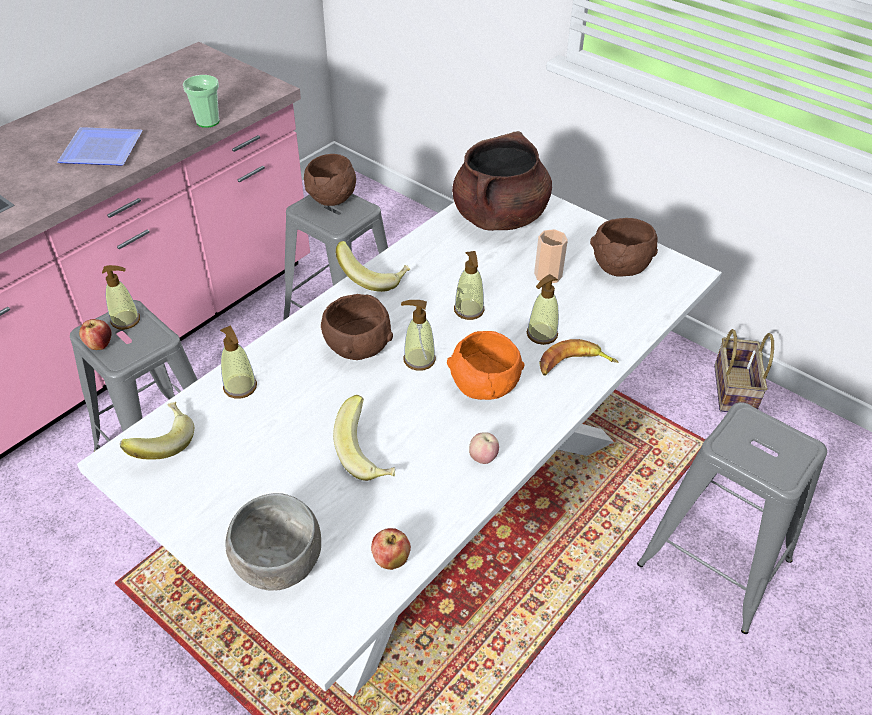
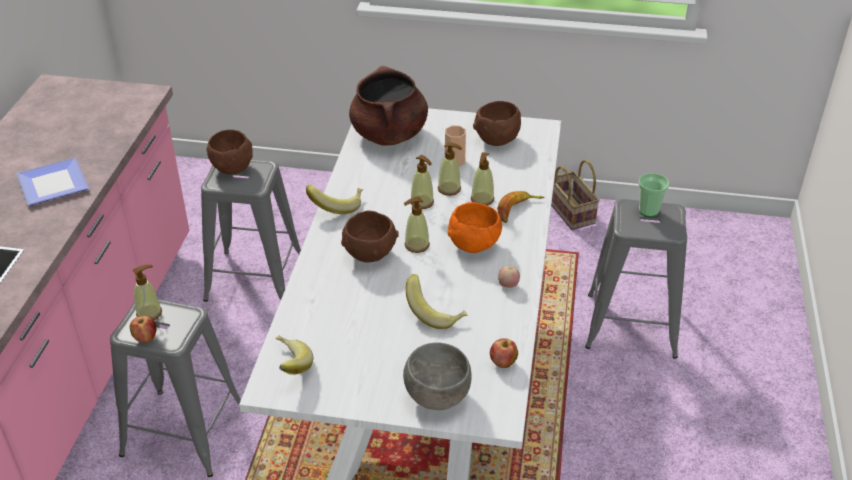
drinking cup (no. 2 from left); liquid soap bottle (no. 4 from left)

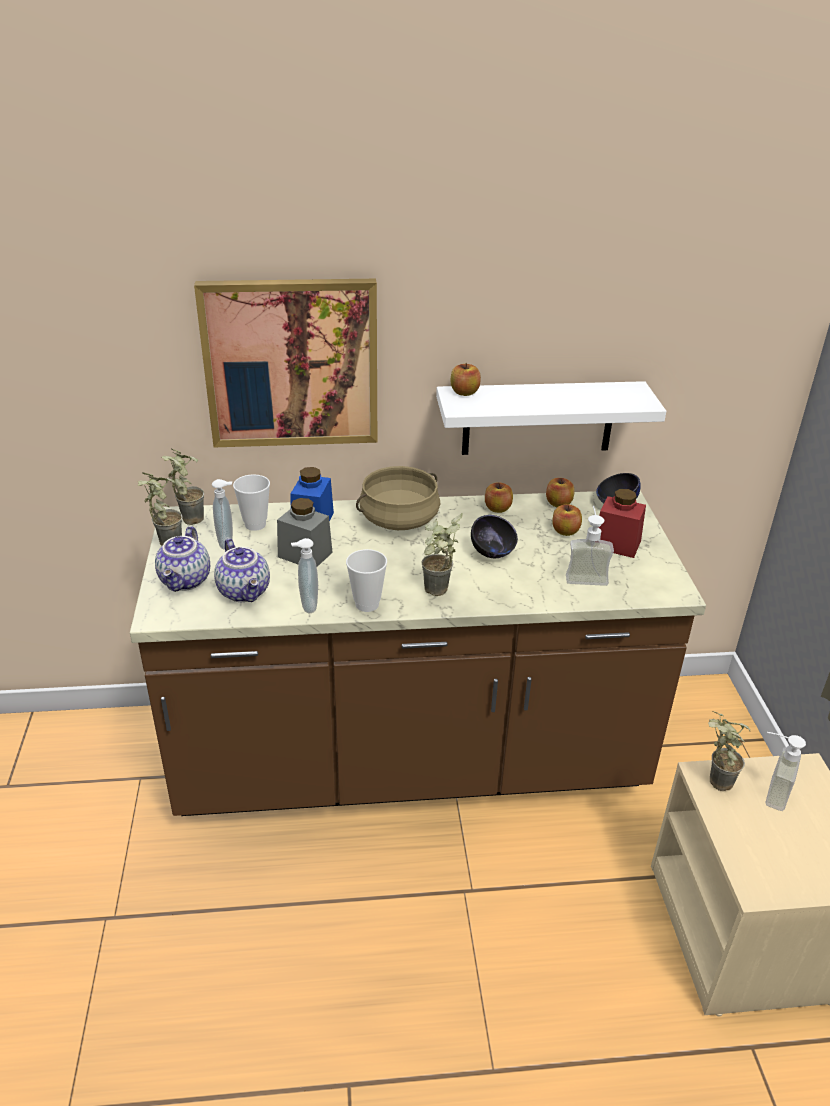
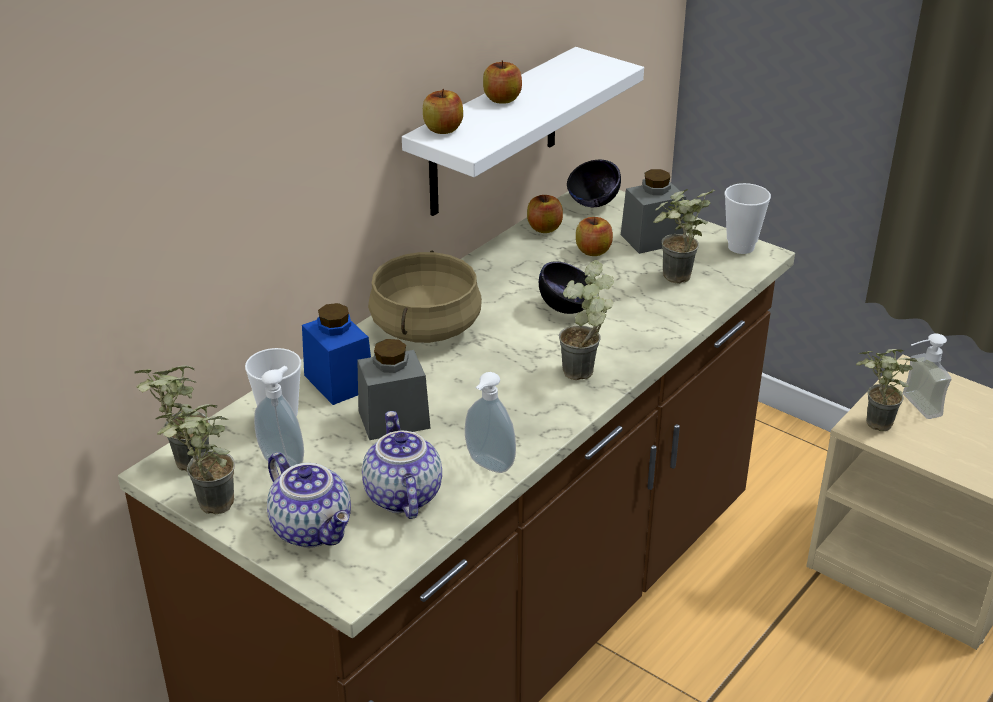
wall art; drinking cup (no. 2 from left); apple (no. 2 from left); plant in a pot (no. 4 from left); grey storage jar (no. 2 from left); pot for tea (no. 2 from left)

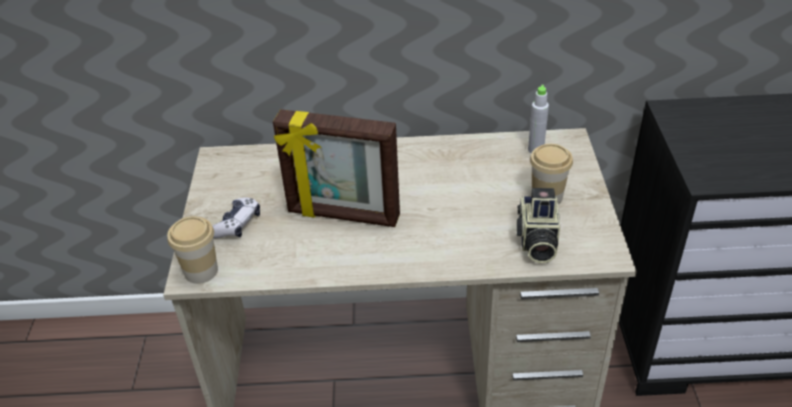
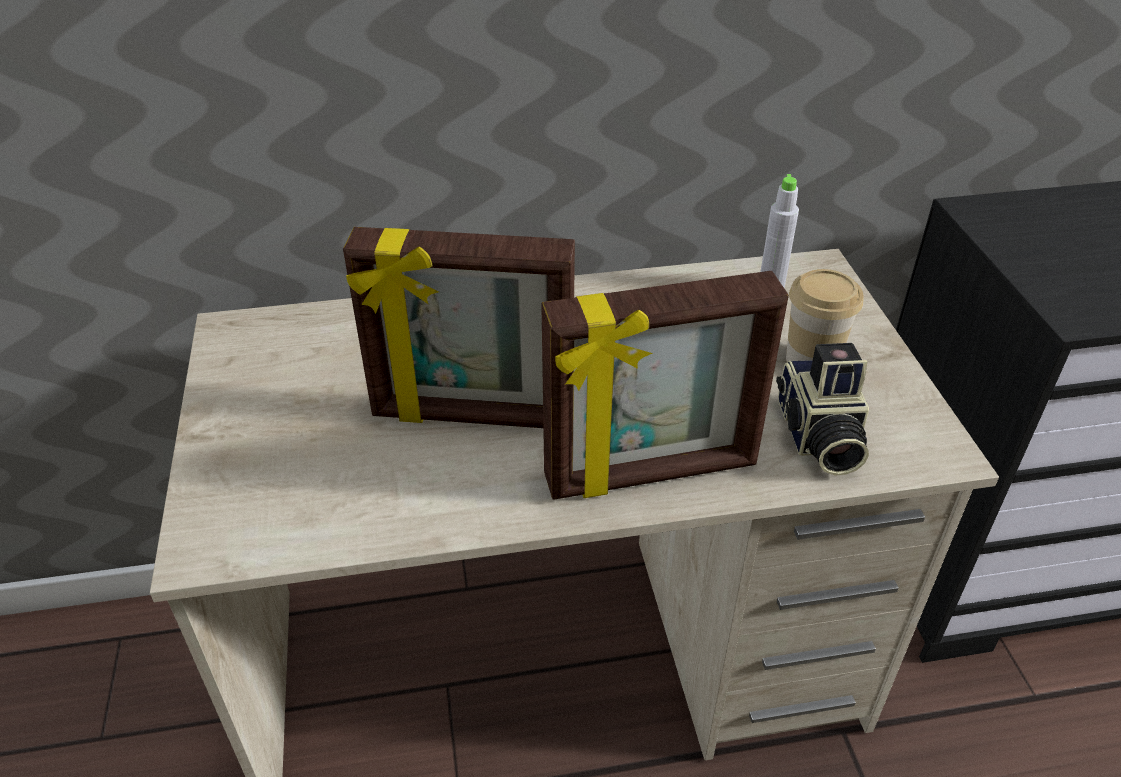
drinking cup (no. 1 from left in the first image); gamepad; standing frame (no. 2 from left)

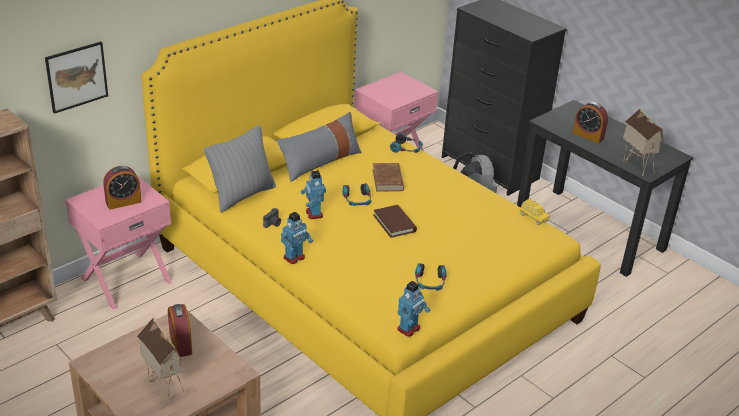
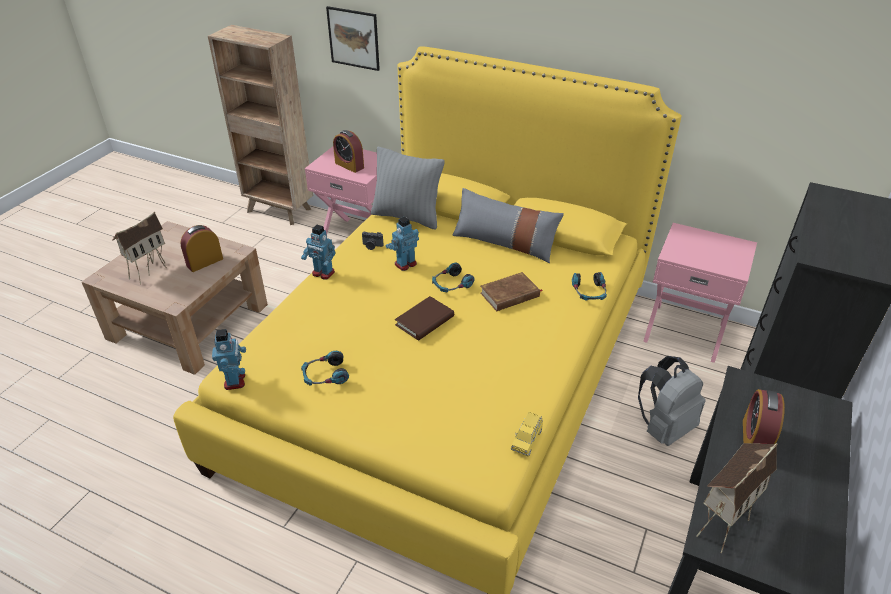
toy robot (no. 1 from left)

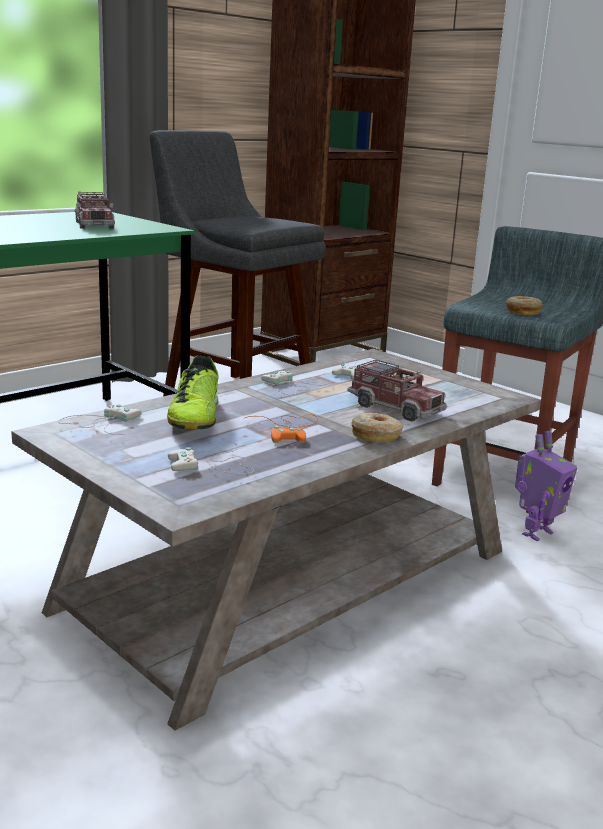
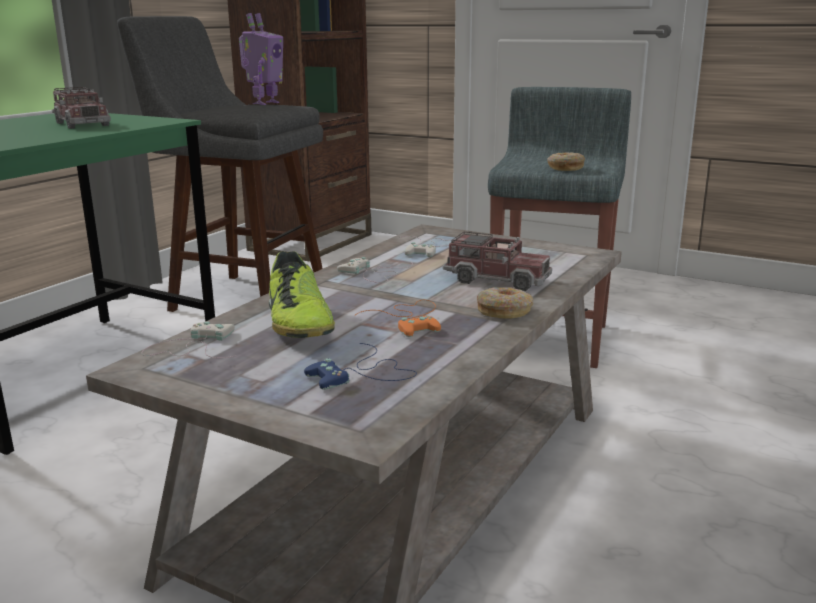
toy robot; blue gamepad

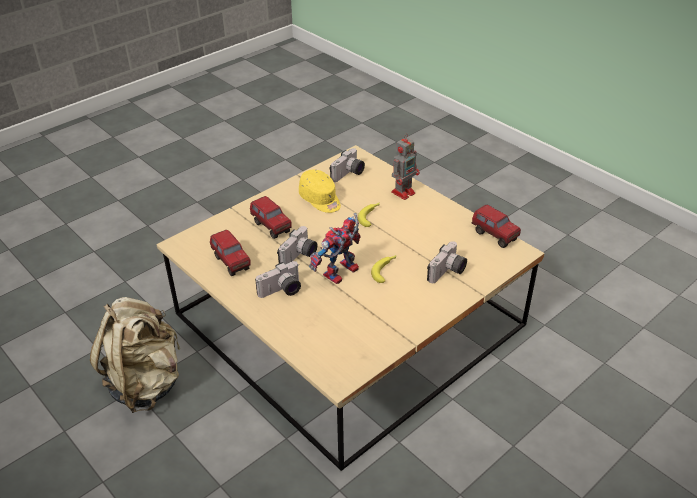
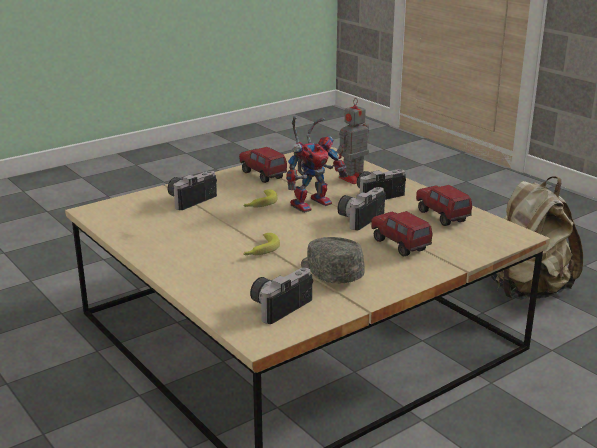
toy robot (no. 2 from left); toy lorry (no. 1 from left); grey peaked cap

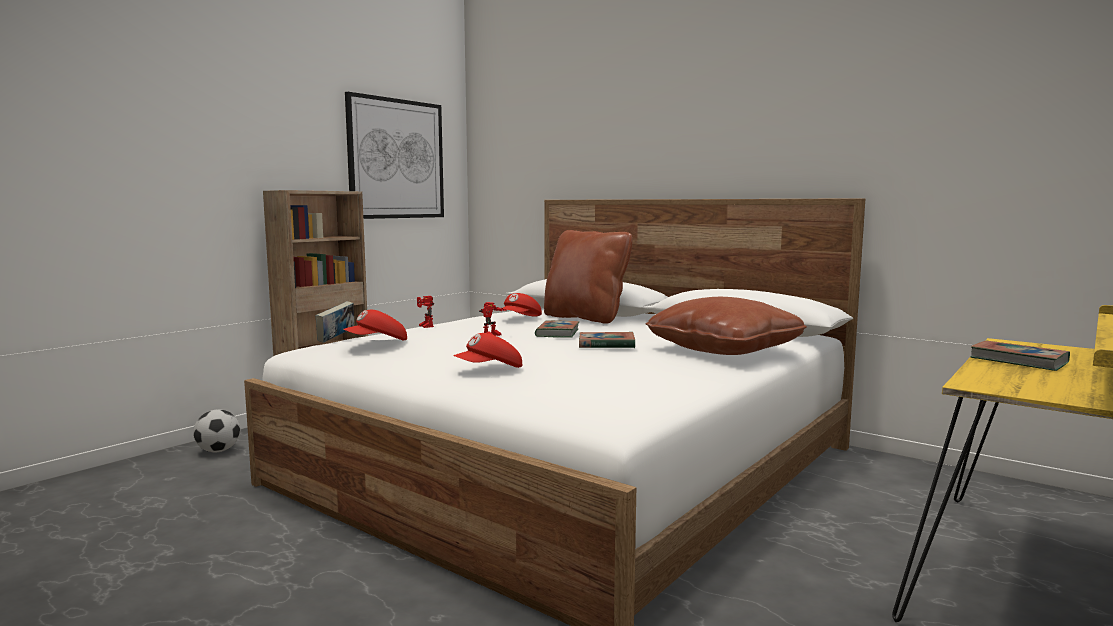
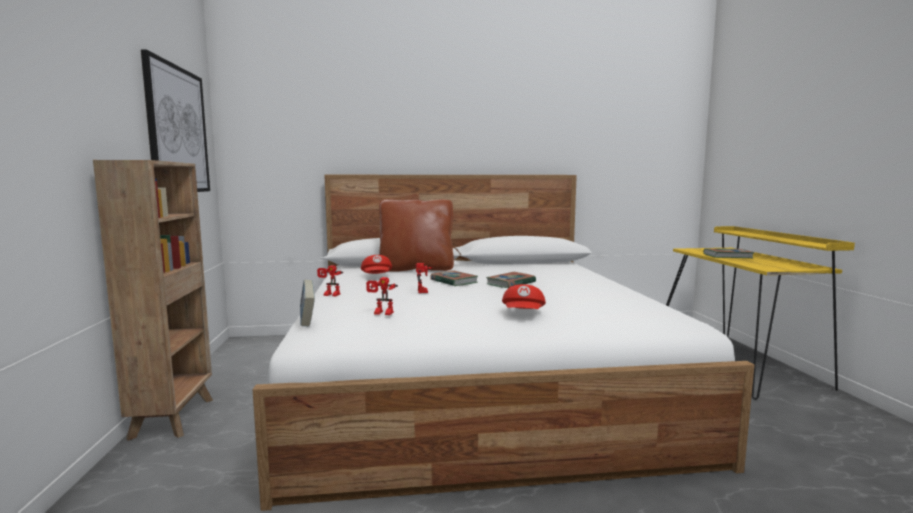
football; brown-coloured cushion (no. 2 from left in the first image); toy robot (no. 2 from left)

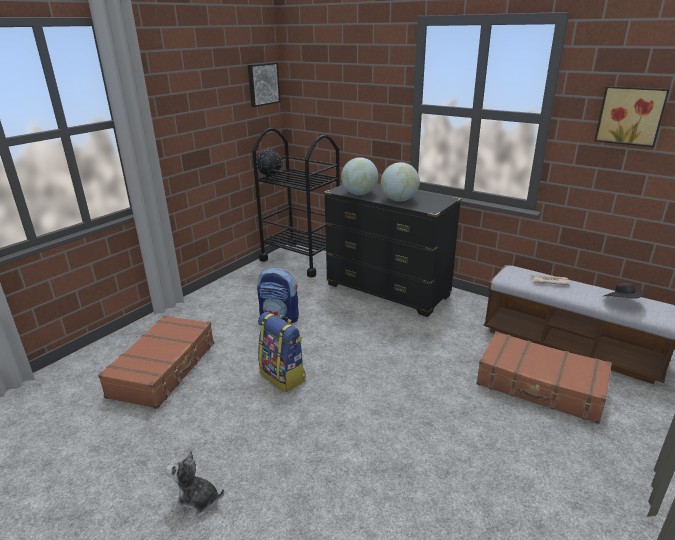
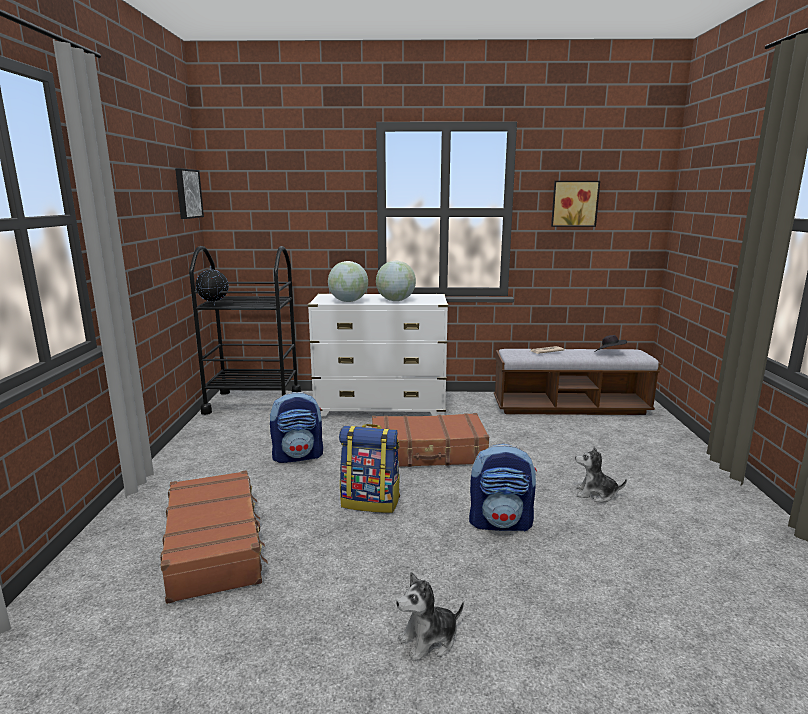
backpack (no. 3 from left); plush toy (no. 2 from left); brown-coloured piece of luggage (no. 2 from left); white chest of drawers

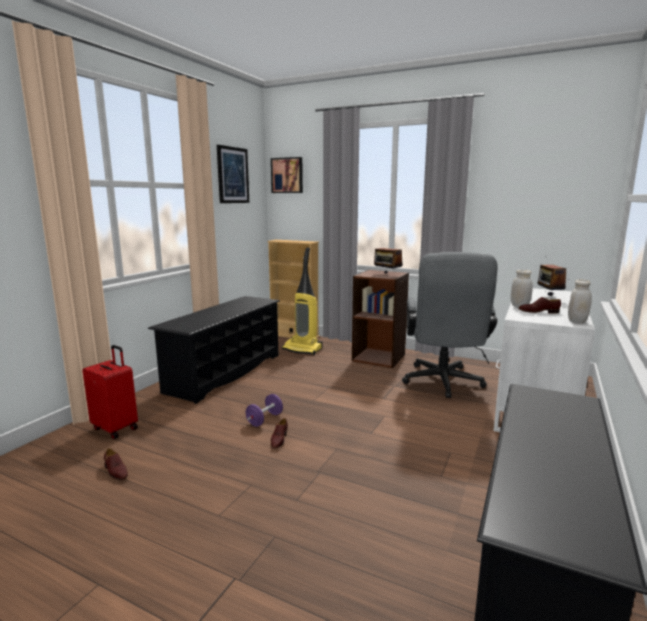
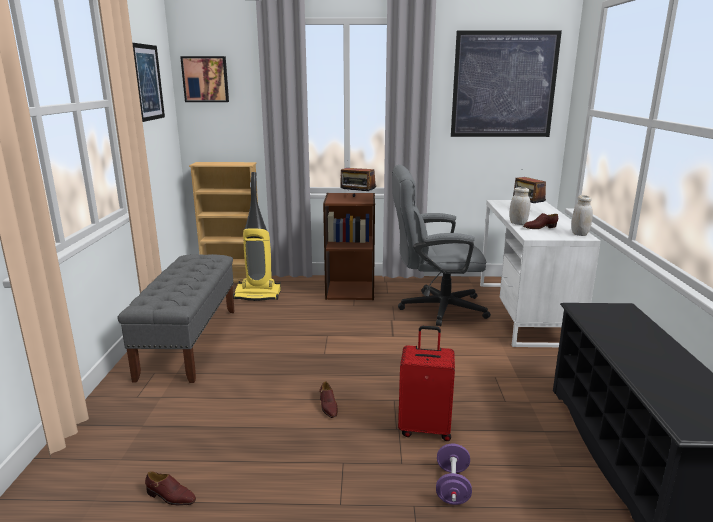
wall art (no. 3 from left); red piece of luggage; purple free weight; grey bench; grey desk chair

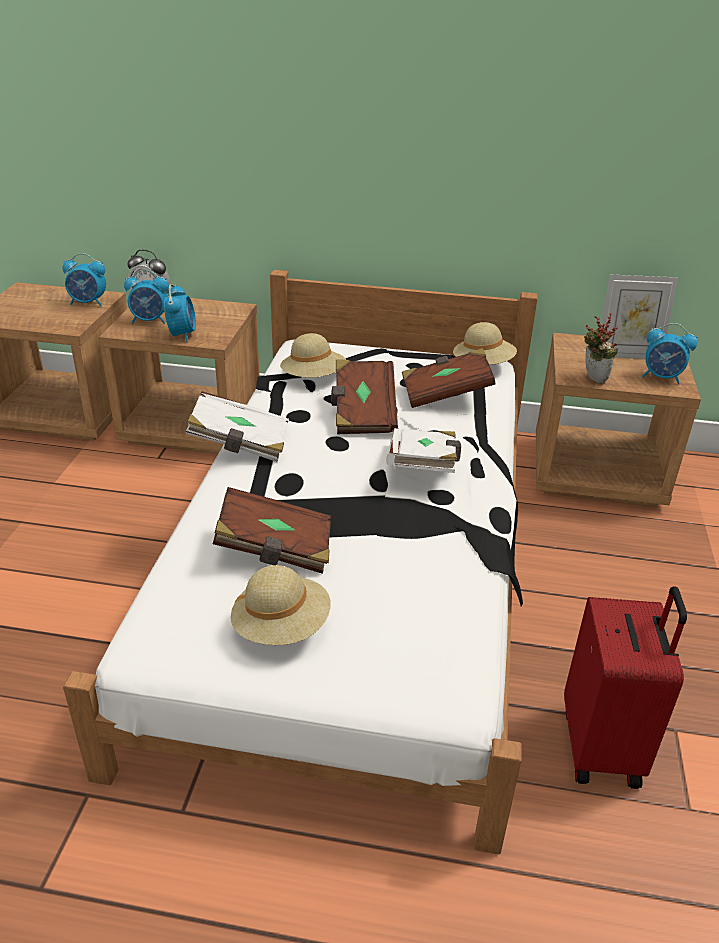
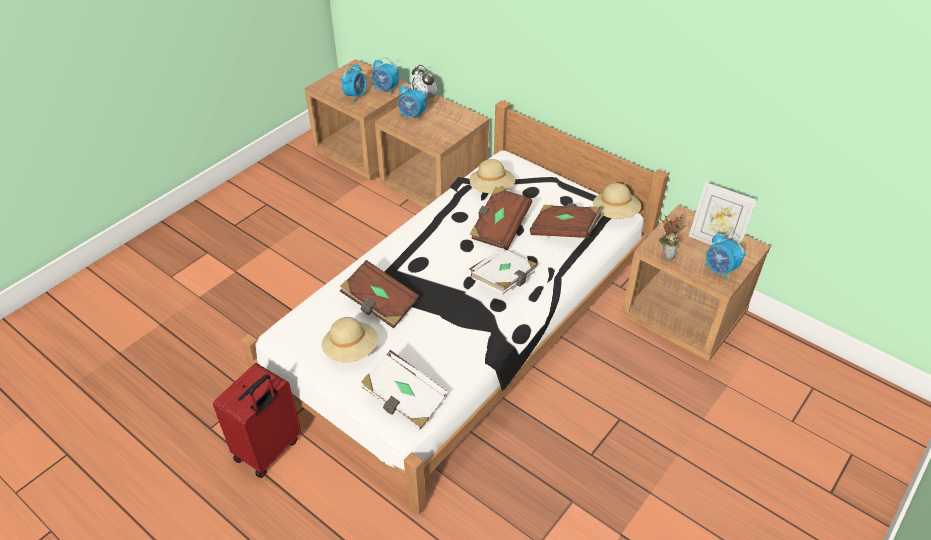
alarm clock (no. 1 from left); white book (no. 1 from left); red piece of luggage

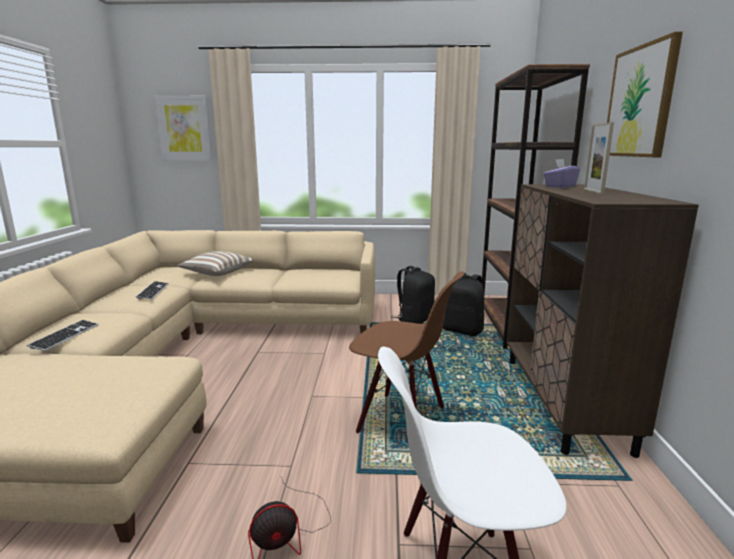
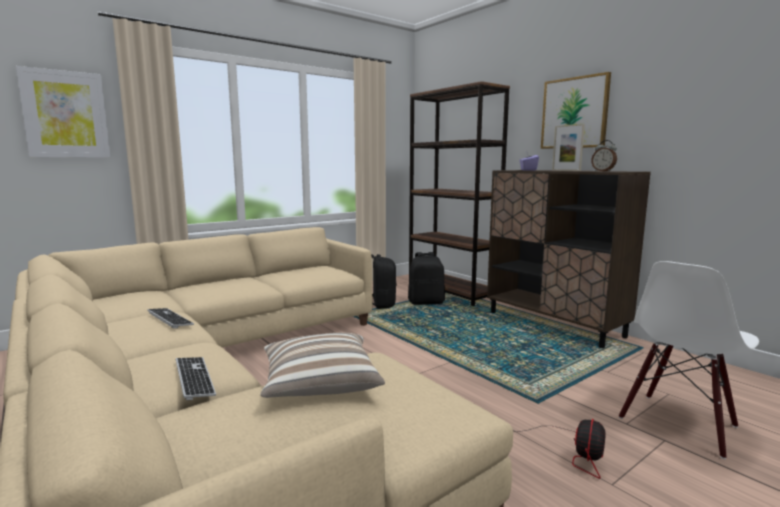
brown-coloured upright chair; alarm clock; cushion

